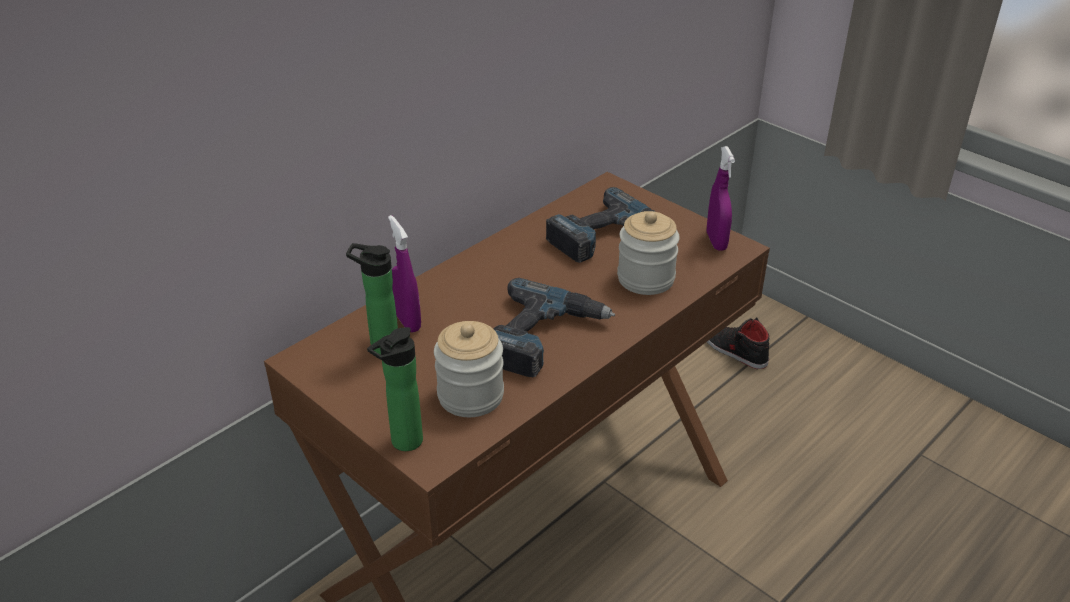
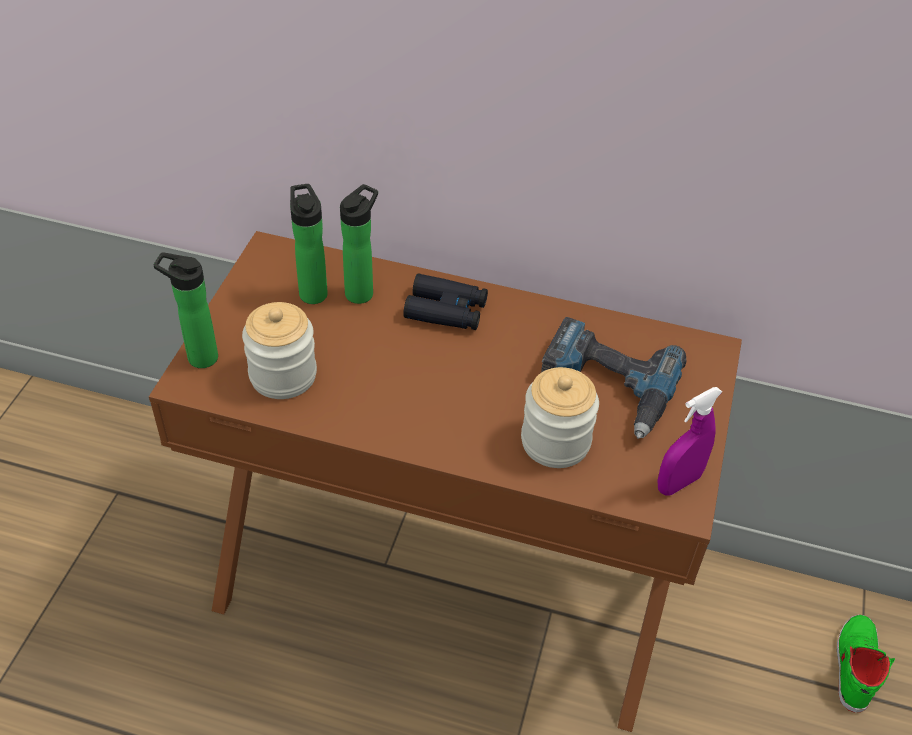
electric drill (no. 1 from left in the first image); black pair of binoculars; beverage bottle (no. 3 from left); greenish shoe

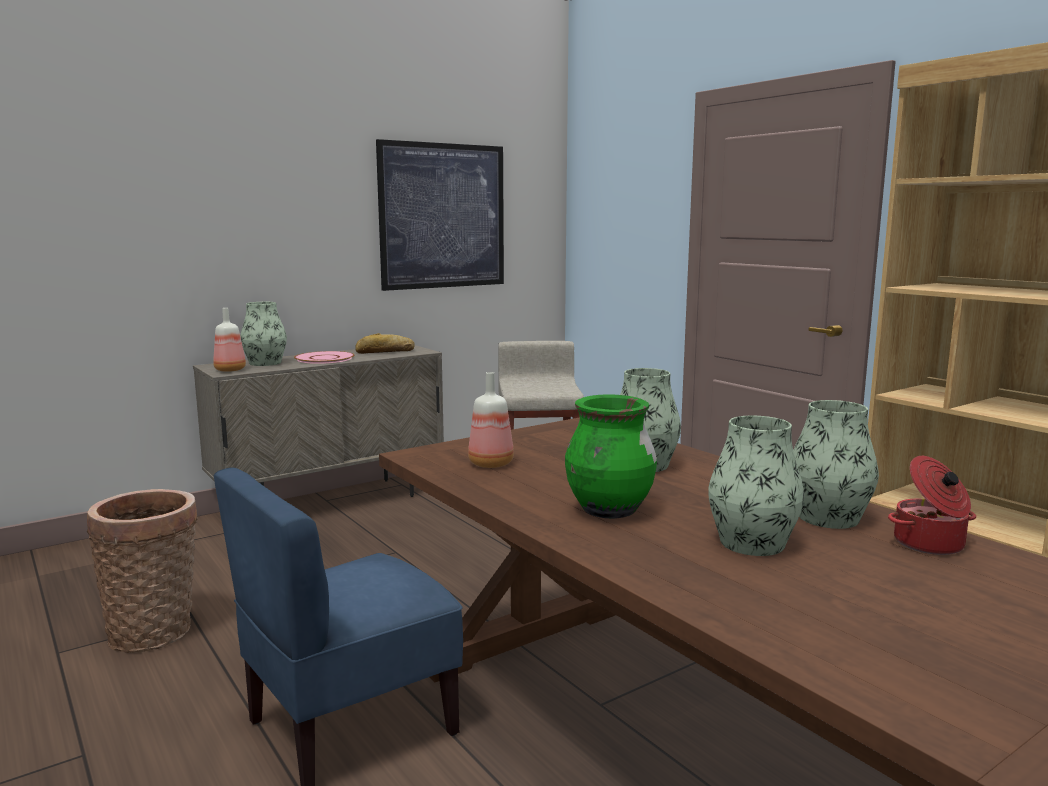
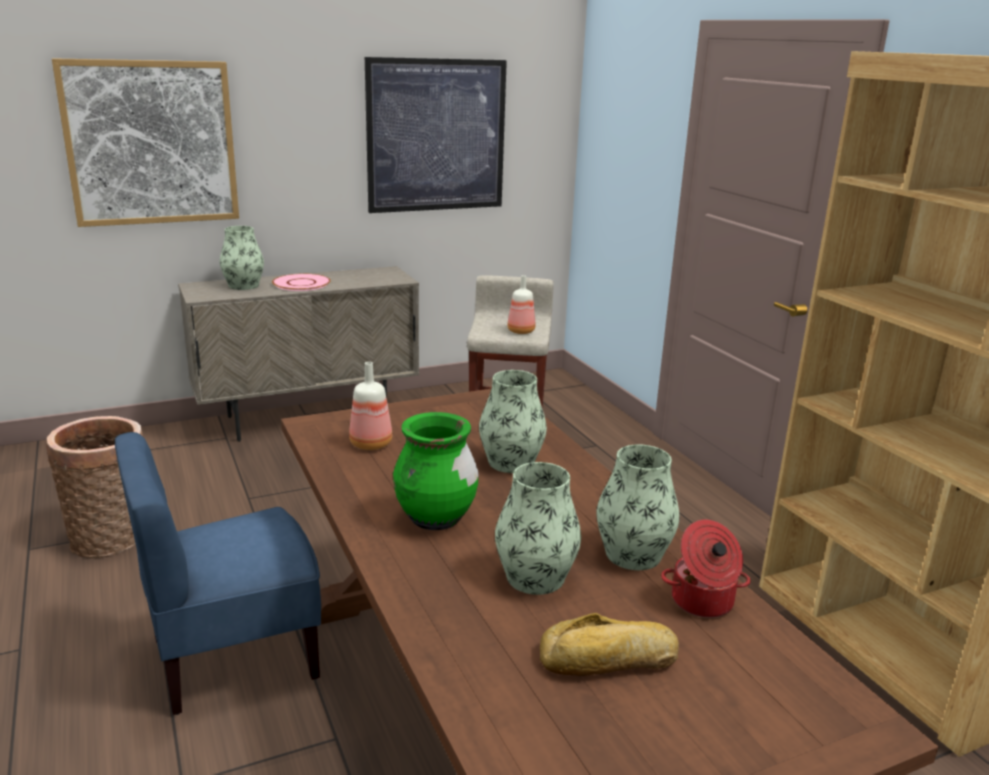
wall art (no. 1 from left); beverage bottle (no. 2 from left); bread

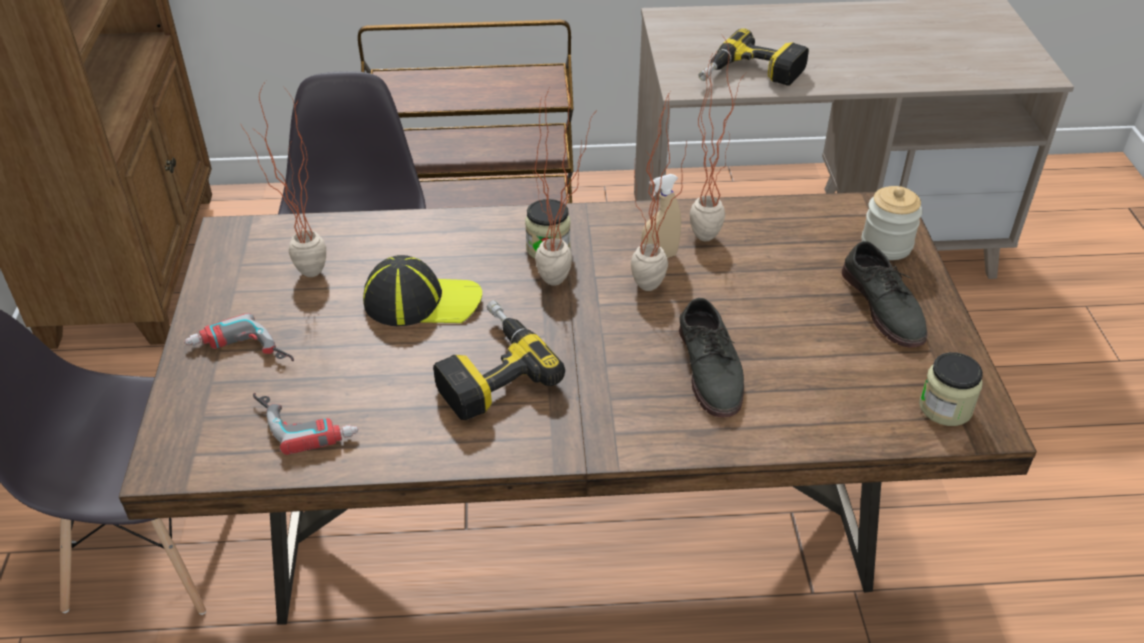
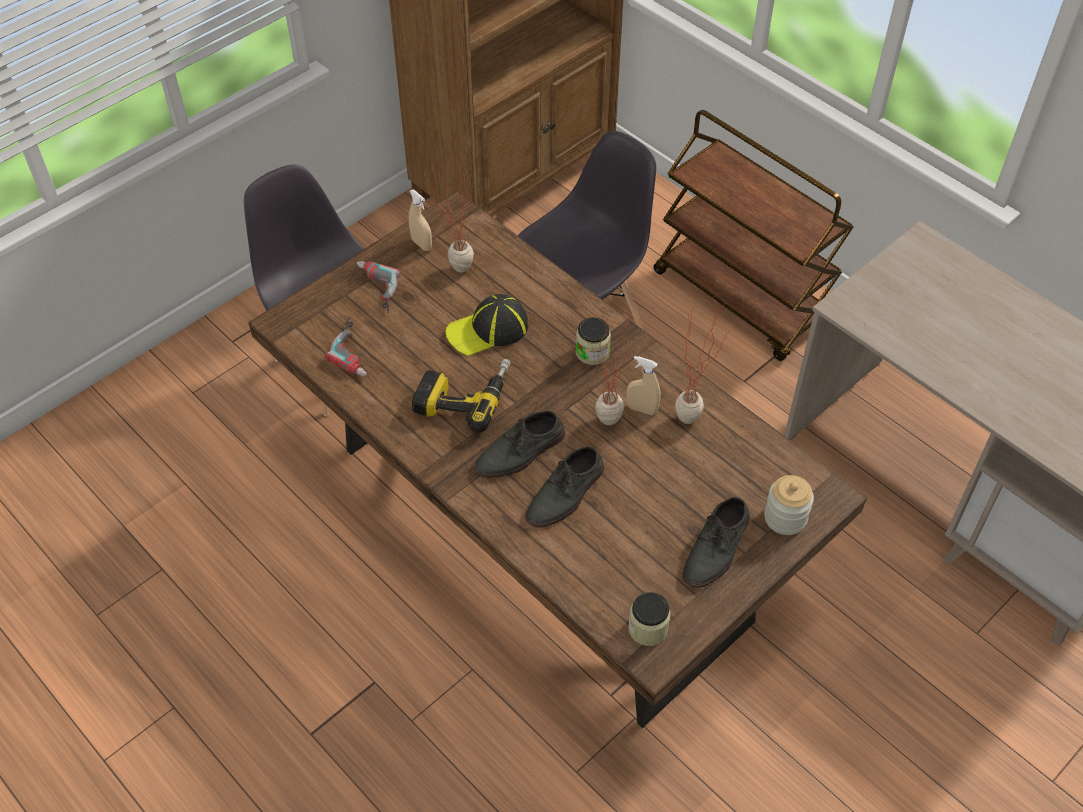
plant in a pot (no. 2 from left in the first image); electric drill (no. 4 from left in the first image); beige sprayer (no. 1 from left); grey shoe (no. 1 from left); peaked cap

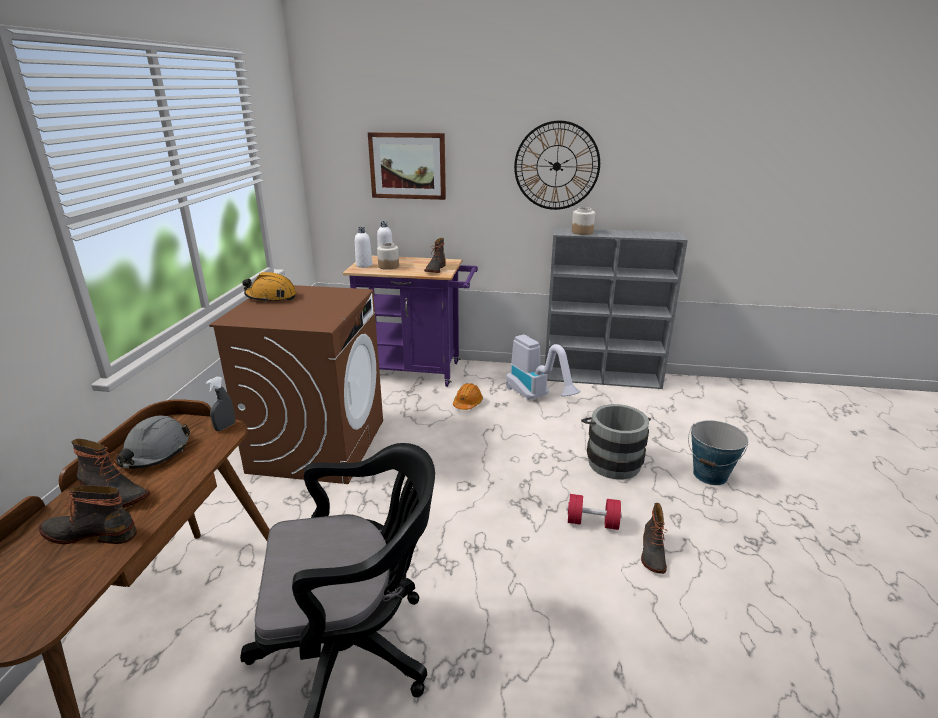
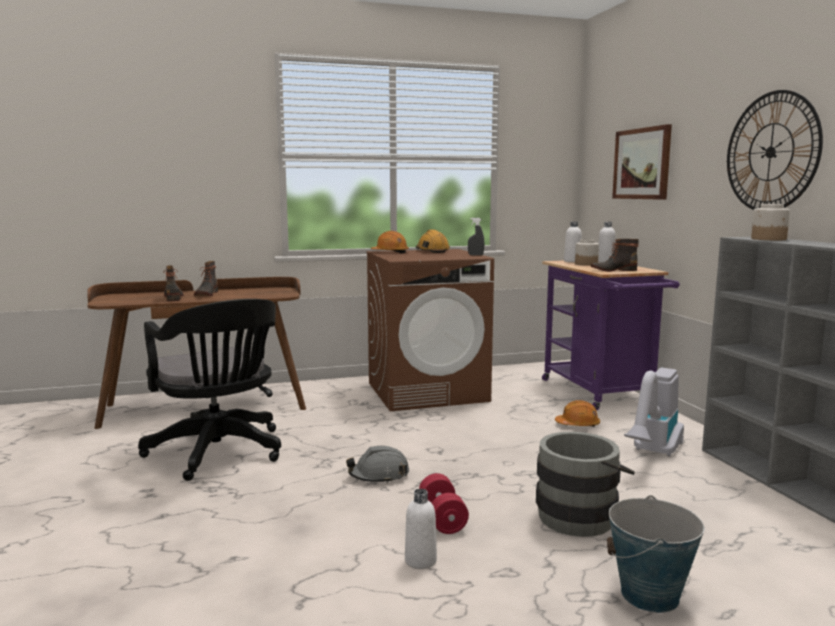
orange work helmet (no. 1 from left); grey work helmet; grey sprayer; white beverage bottle (no. 1 from left)

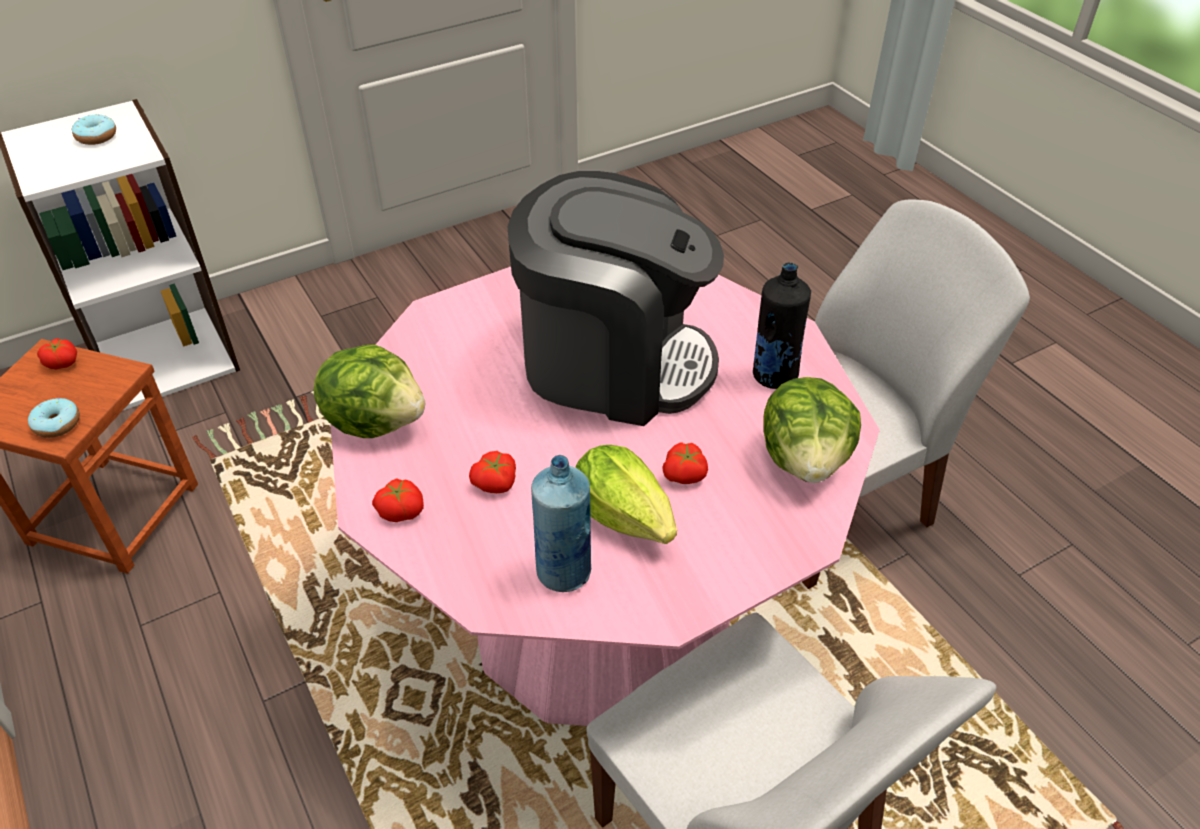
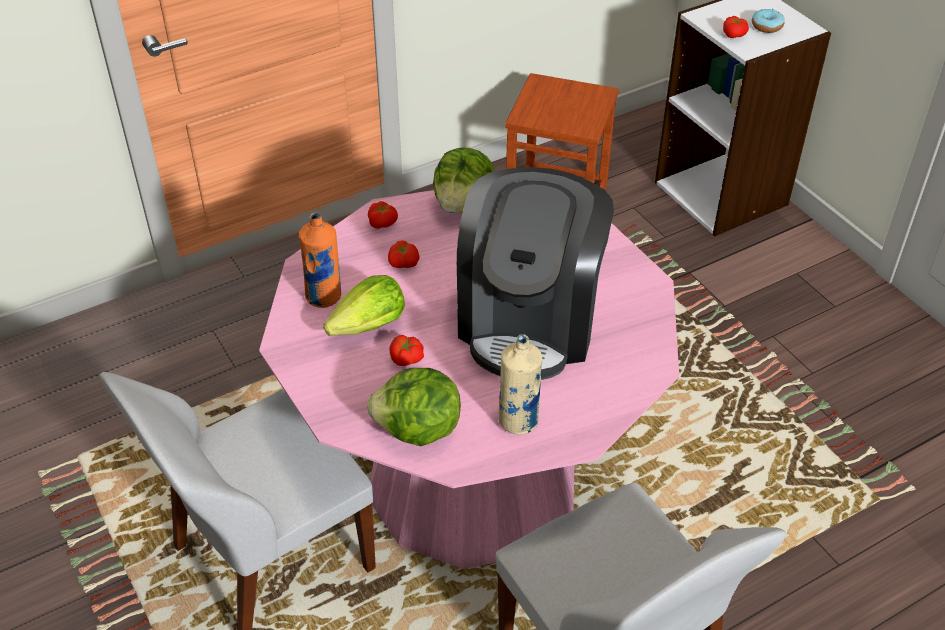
donut (no. 1 from left in the first image); tomato (no. 4 from left); orange beverage bottle; beige beverage bottle

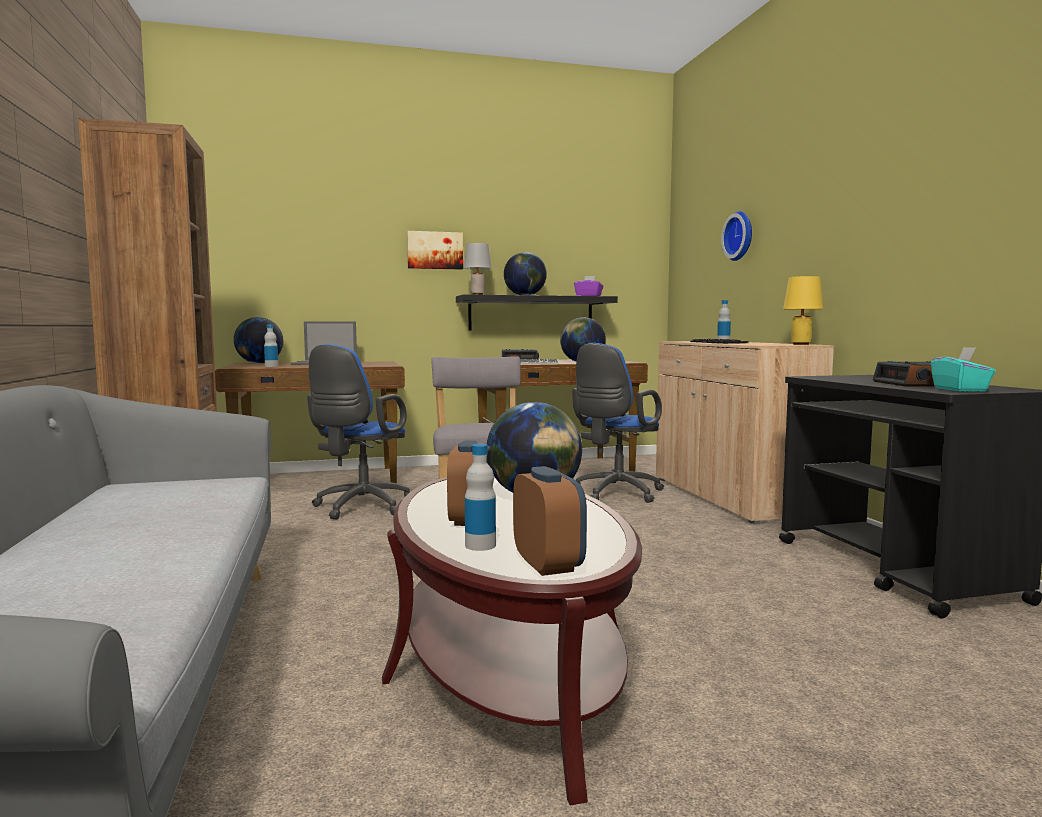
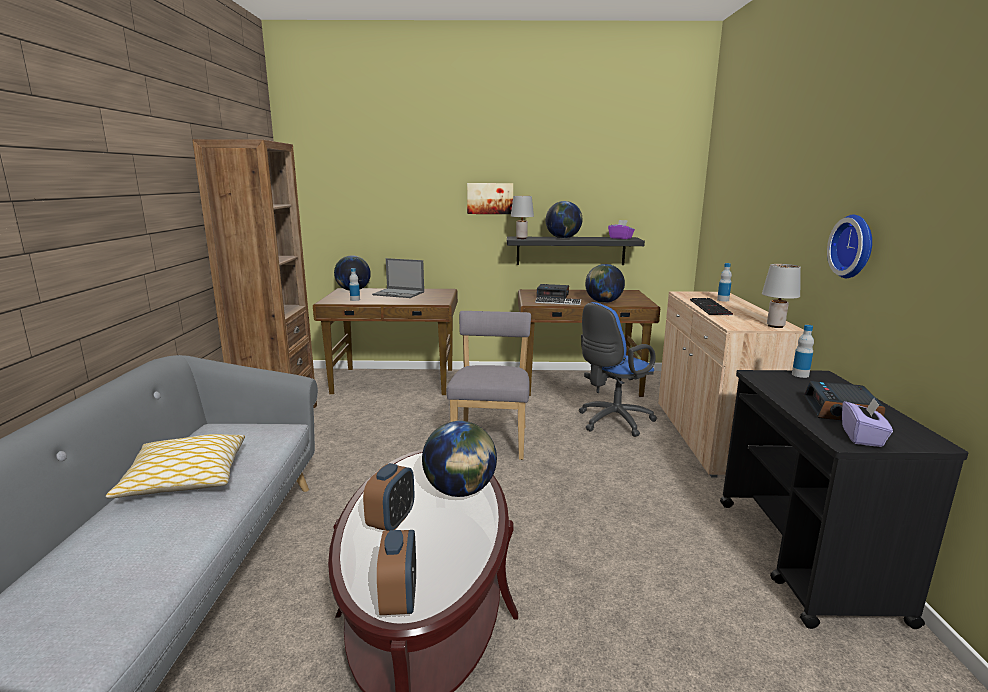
blue desk chair (no. 1 from left in the first image); cushion; beverage bottle (no. 3 from left); clock on the wall; grey table lamp (no. 2 from left); purple tissue box (no. 2 from left)

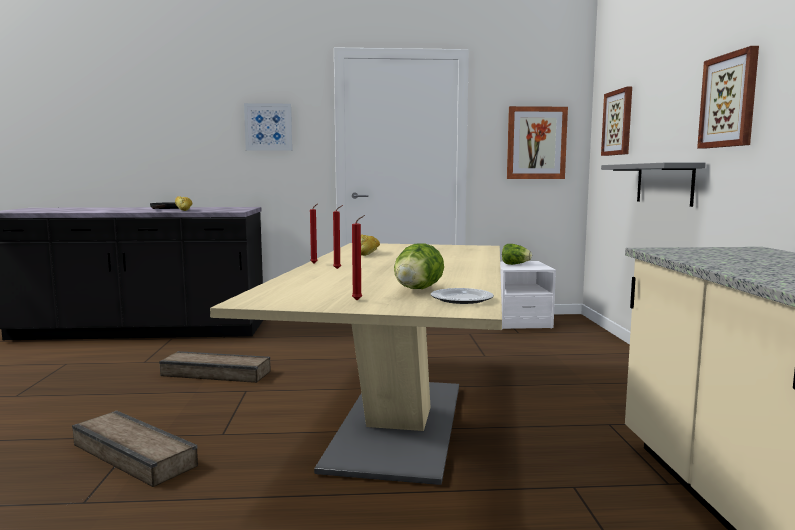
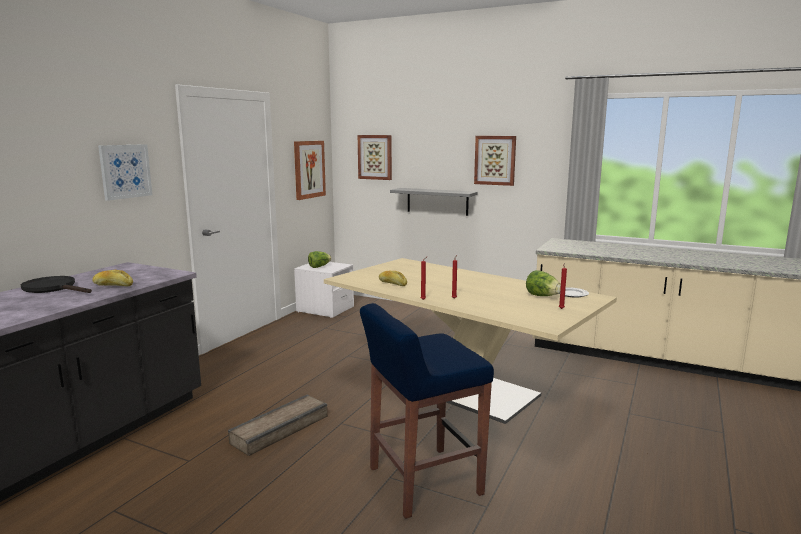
blue stool seat

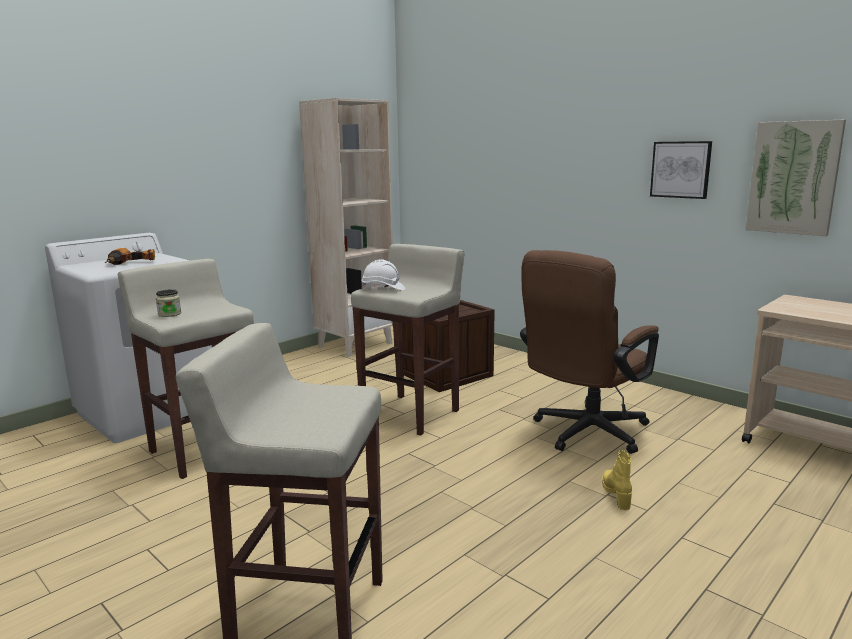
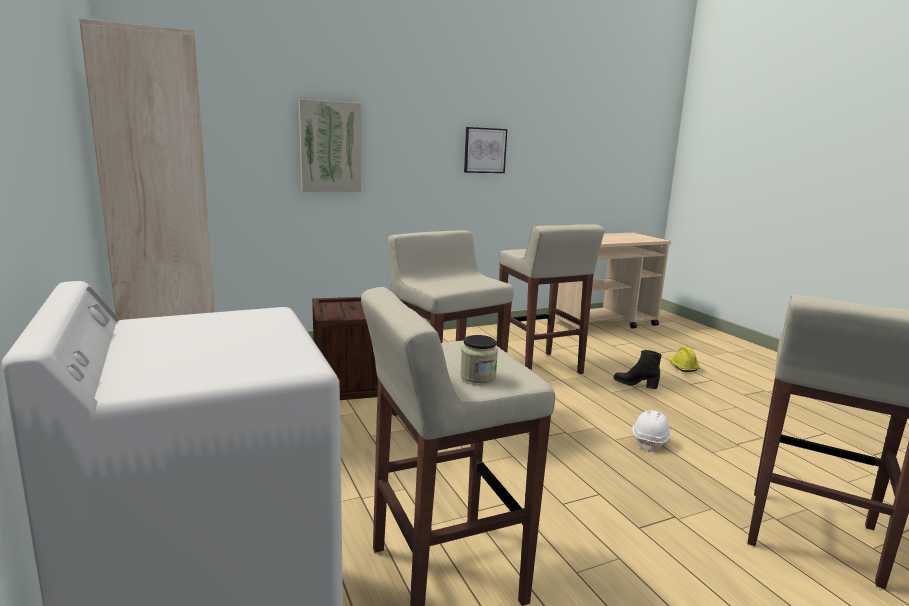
electric drill; yellow work helmet; white work helmet; wall art (no. 1 from left); beige stool seat (no. 3 from left); black tall boot

